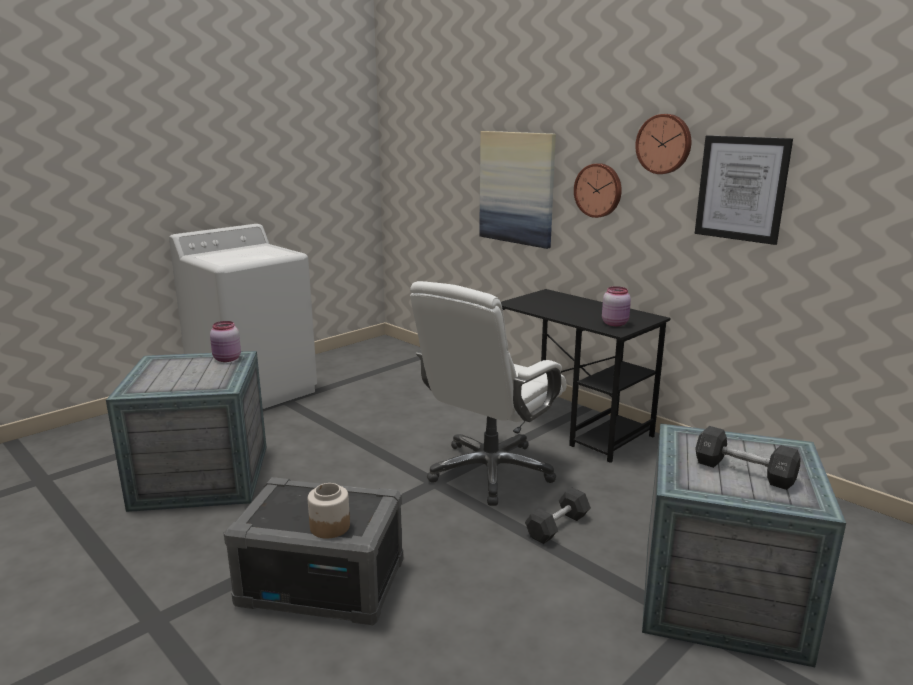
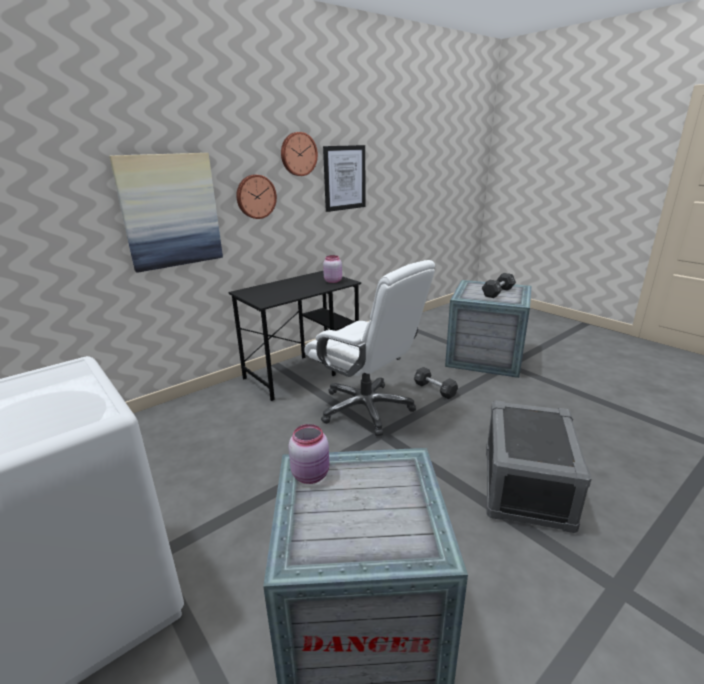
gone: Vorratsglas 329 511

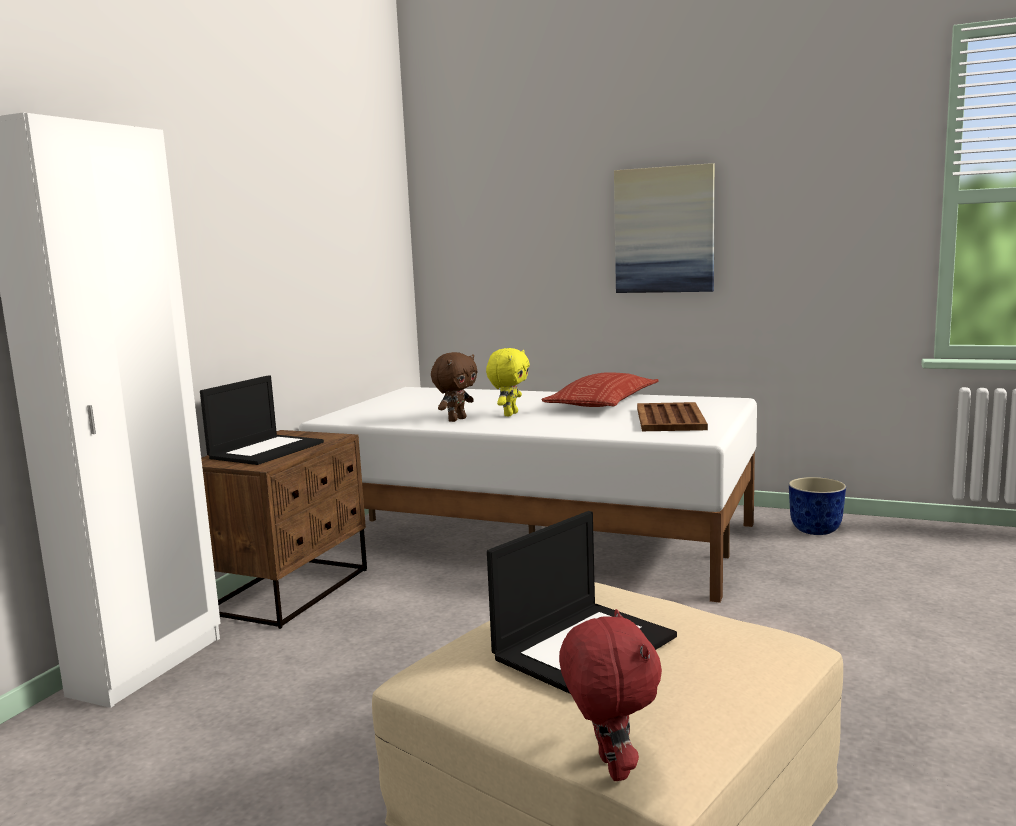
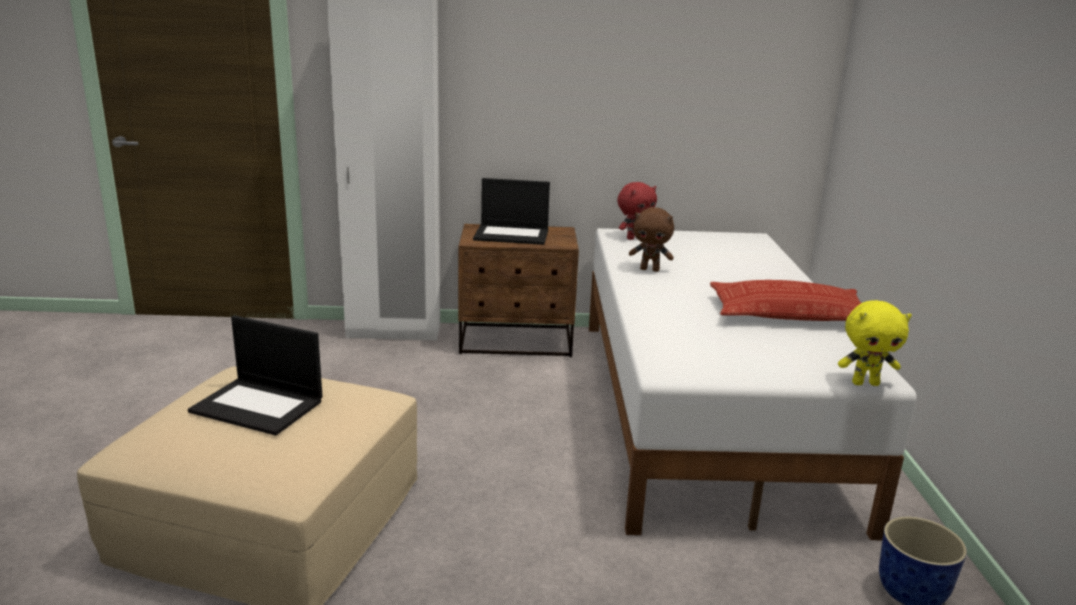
gone: Bild 664 228; Tablett (braun) 672 416
shifted: Plüschtier (gelb) 508 382 to 875 343; Plüschtier (rot) 610 695 to 637 211

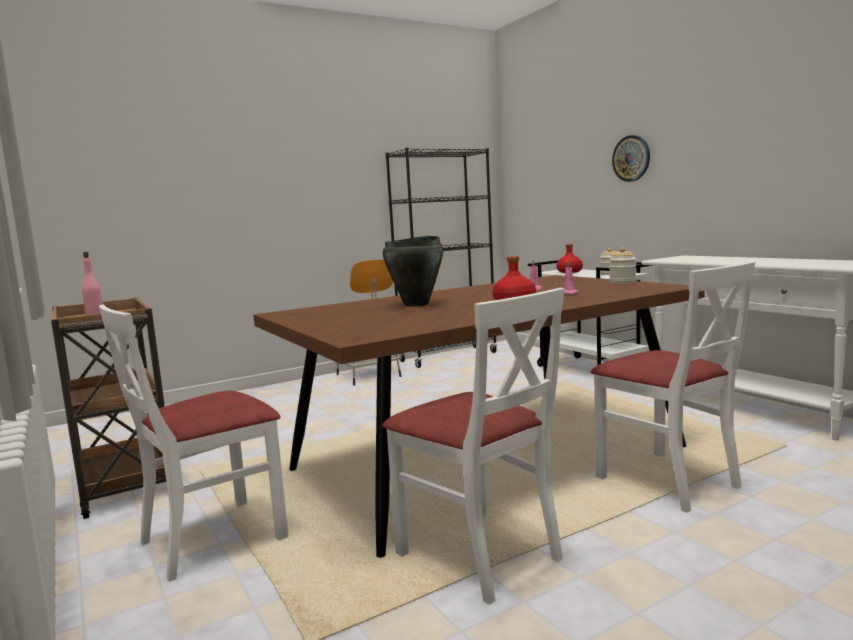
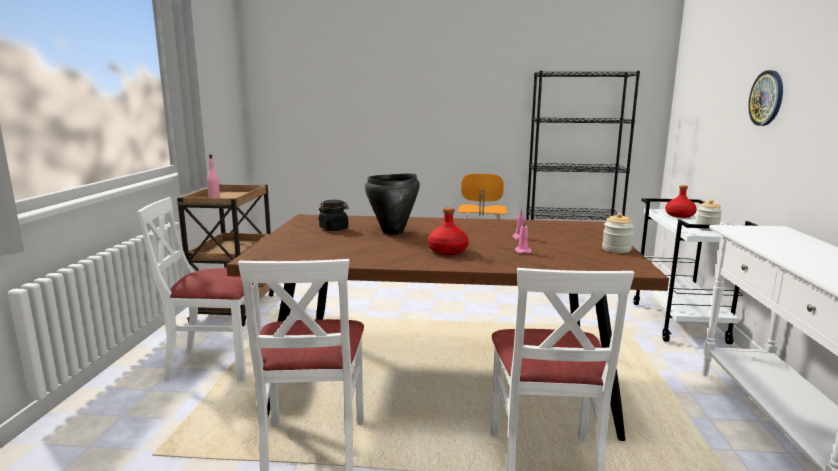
new: Vorratsglas (schwarz) 333 215

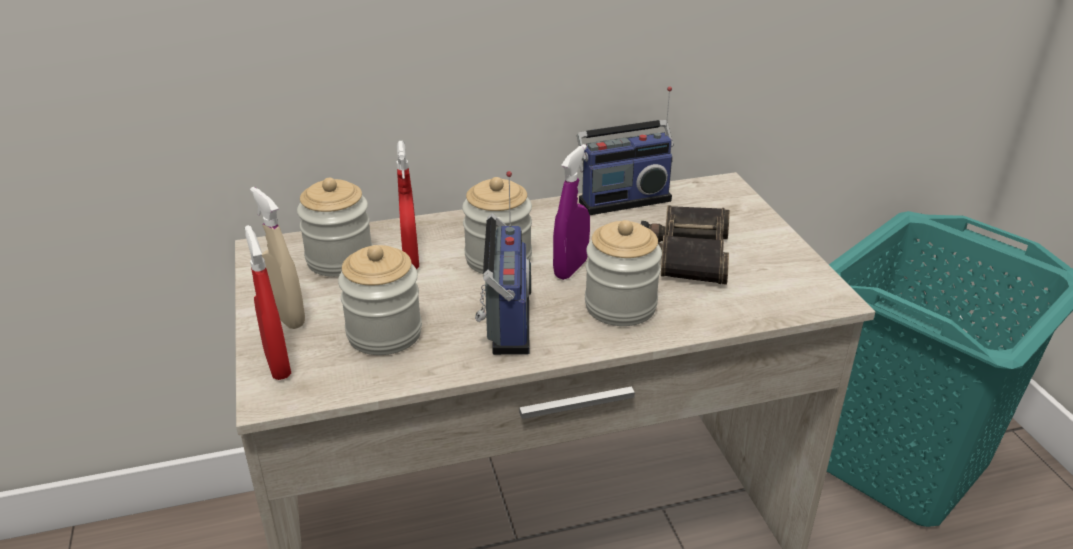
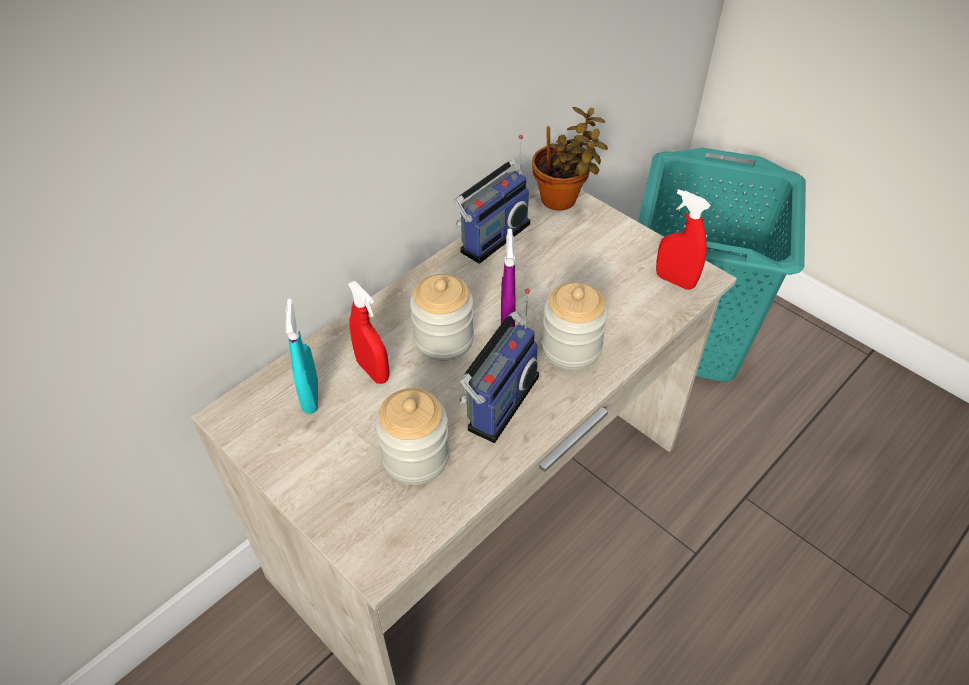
gone: Sprühflasche (beige) 277 258; Fernglas 685 245
new: Topfpflanze 570 159
shifted: Sprühflasche (rot) 268 302 to 683 239
swapped: Vorratsglas 335 227 to Sprühflasche (türkis) 302 356
rotated: Radio 503 263 = 499 365 60 degrees clockwise

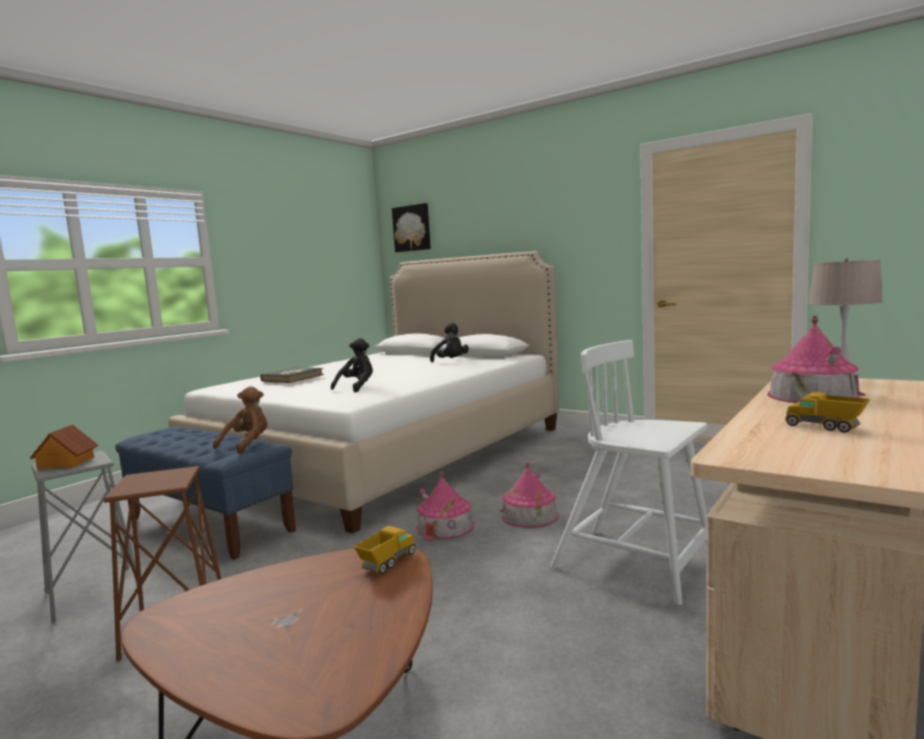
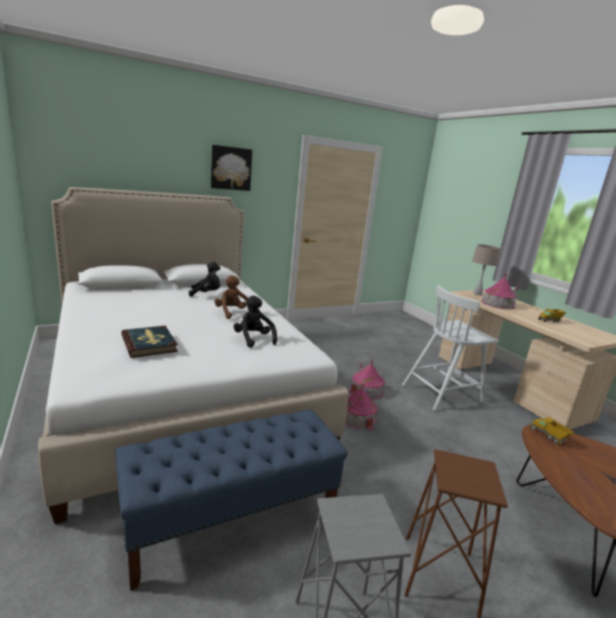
gone: Spielzeughaus 64 447
shifted: Plüschtier (braun) 240 420 to 232 297; Bild 411 227 to 231 168

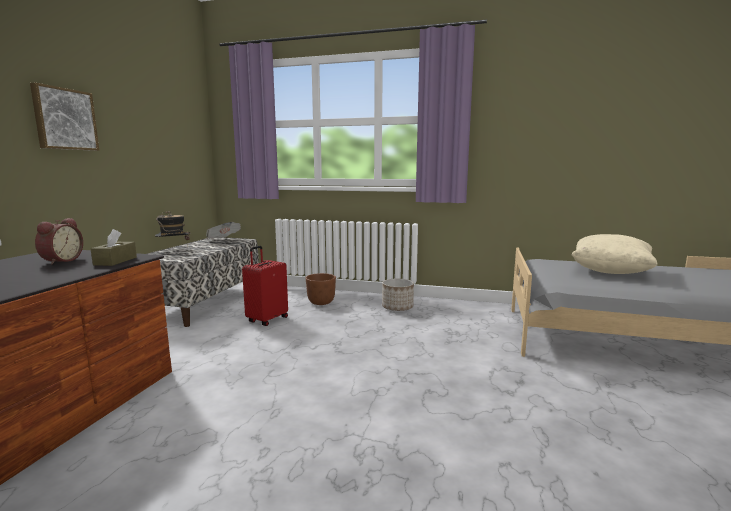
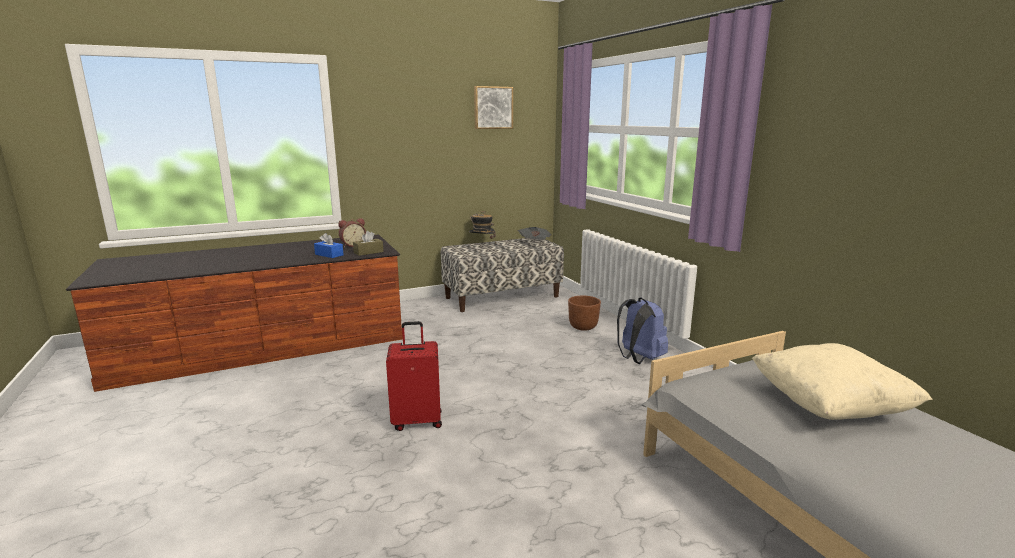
new: Taschentuchbox (blau) 329 245
shifted: Bild 64 117 to 493 107; Koffer (rot) 265 286 to 414 376
swapped: Pflanzkübel 398 295 to Rucksack (blau) 642 331

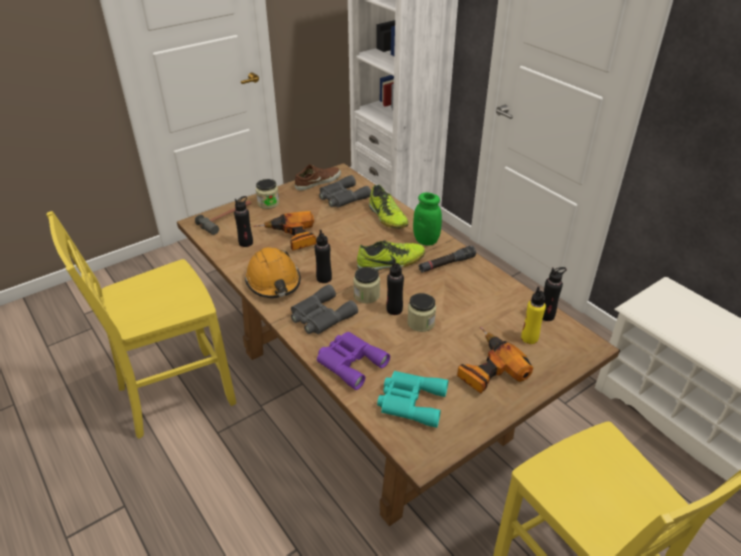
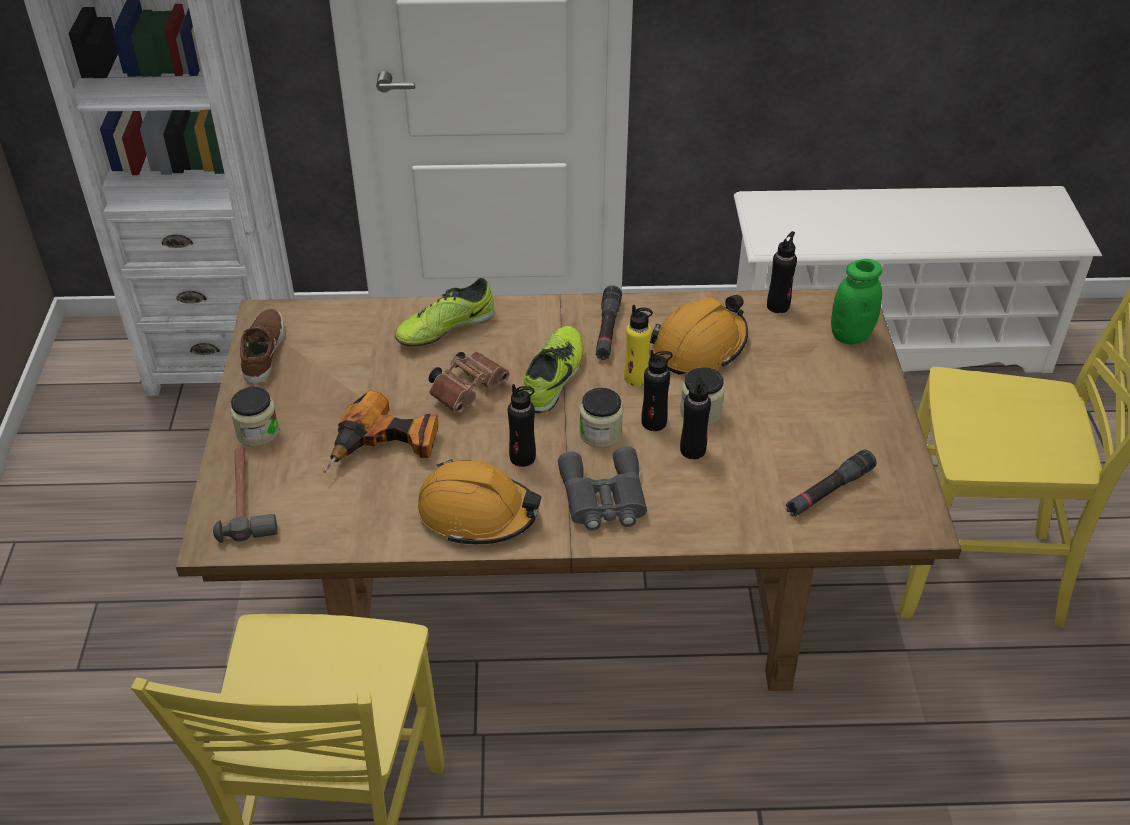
gone: Fernglas (lila) 353 361; Fernglas (grau) 345 191; Bohrmaschine 495 360
new: Fernglas (braun) 469 382; Schutzhelm (orange) 699 335
shifted: Flasche (schwarz) 243 221 to 695 415; Vorratsglas (grün) 427 219 to 856 302; Flasche (gelb) 533 315 to 638 345
swapped: Fernglas (türkis) 412 399 to Taschenlampe (schwarz) 831 483
rotated: Schuh 389 207 = 444 311 135 degrees clockwise

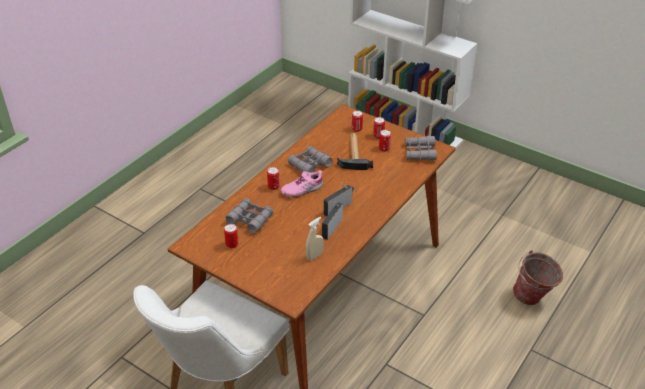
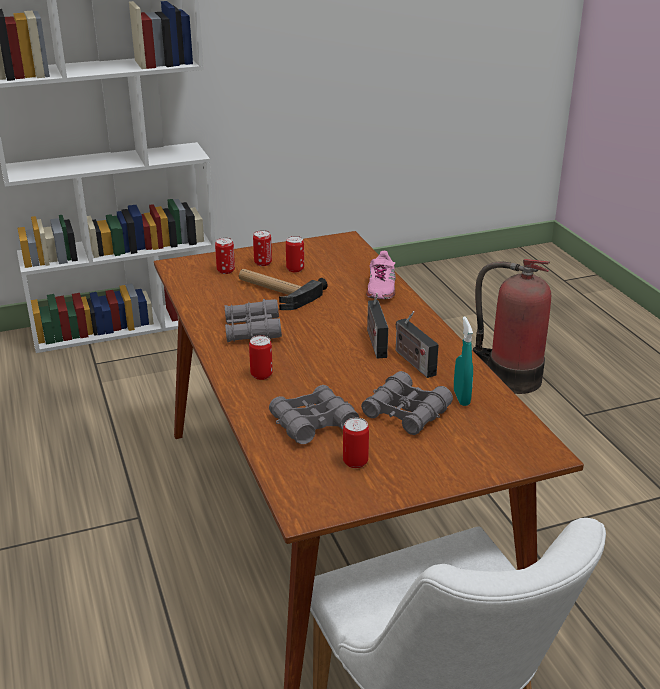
shifted: Schuh (rosa) 302 184 to 381 275; Fernglas (grau) 421 148 to 407 403
swapped: Eimer 538 277 to Feuerlöscher 512 326
repainted: Sprühflasche (beige) 315 239 to Sprühflasche (türkis) 463 361

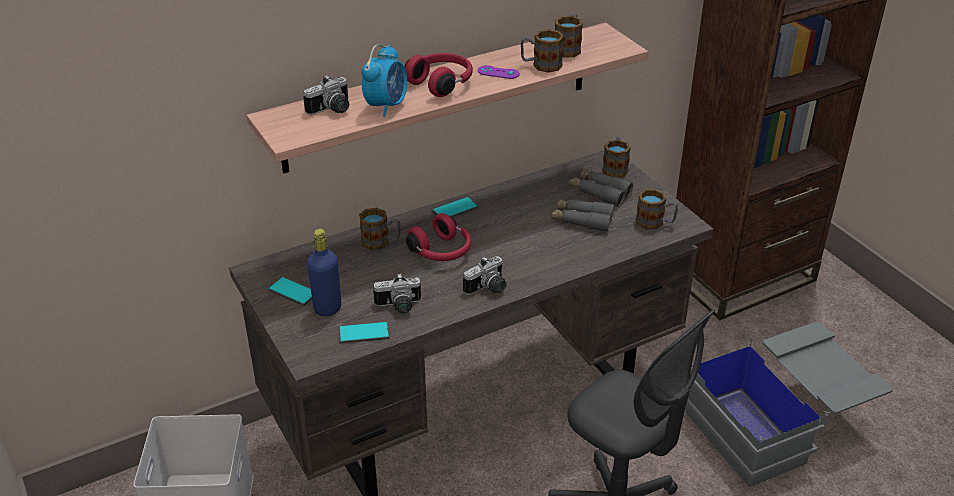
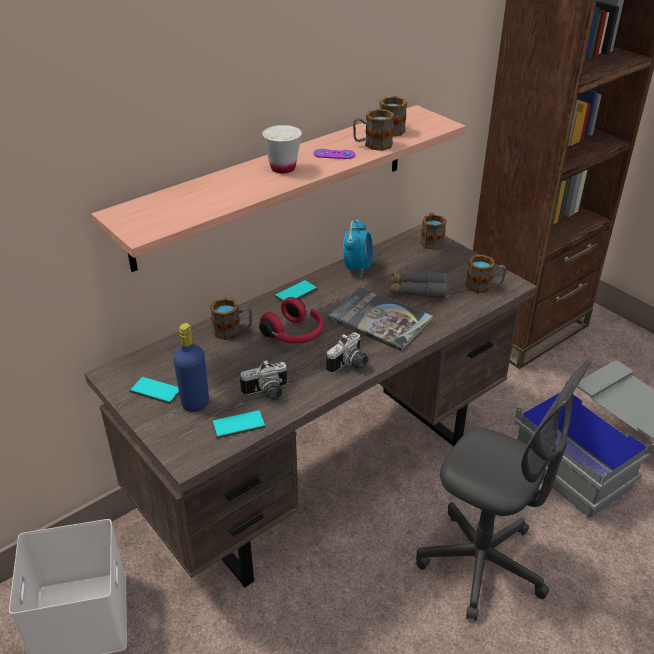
gone: Kamera 326 95; Fernglas (grau) 601 188
new: Buch 380 319
shifted: Wecker 384 80 to 358 248
swapped: Kopfhörer (rot) 438 75 to Tasse (weiß) 282 149

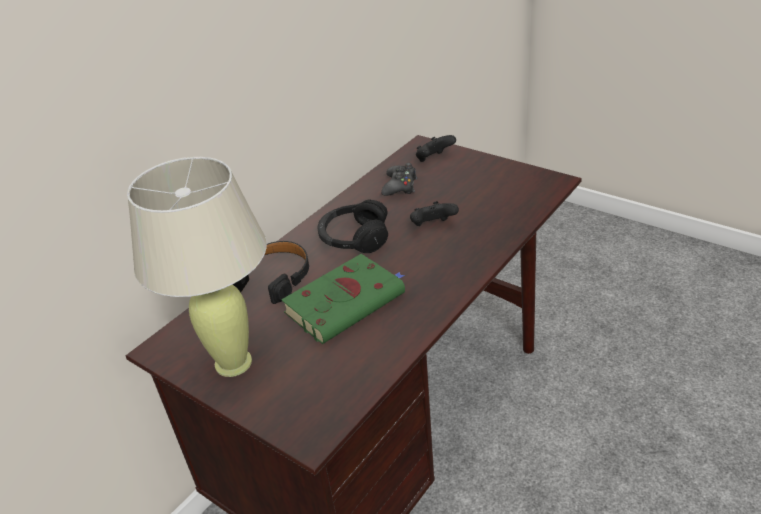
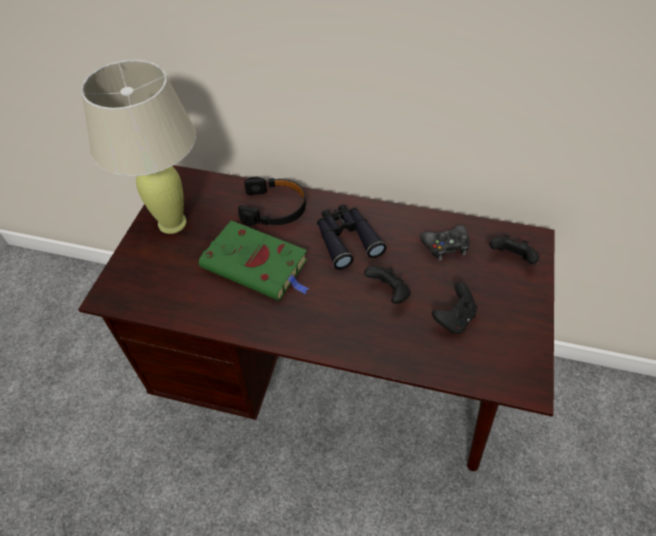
new: Gamepad (schwarz) 454 308
swapped: Kopfhörer (schwarz) 352 226 to Fernglas (schwarz) 352 237

